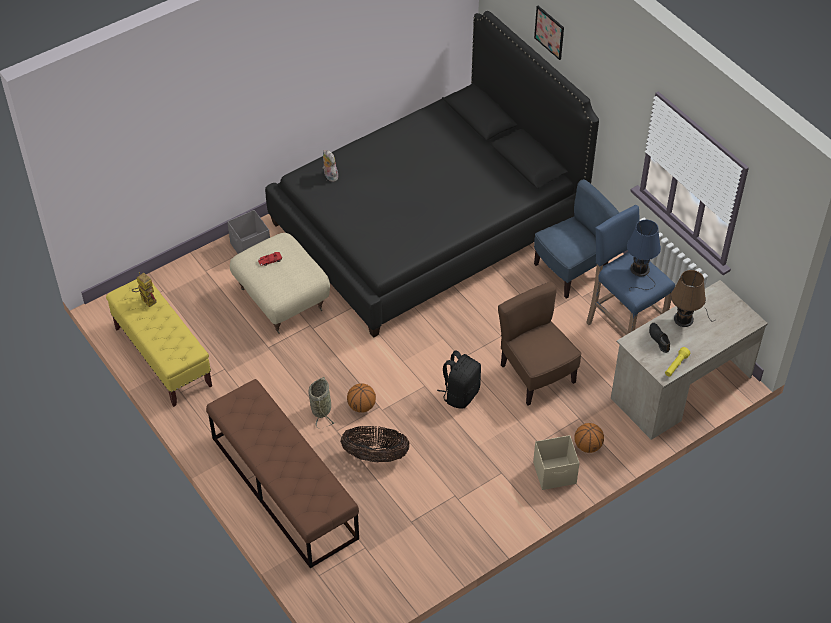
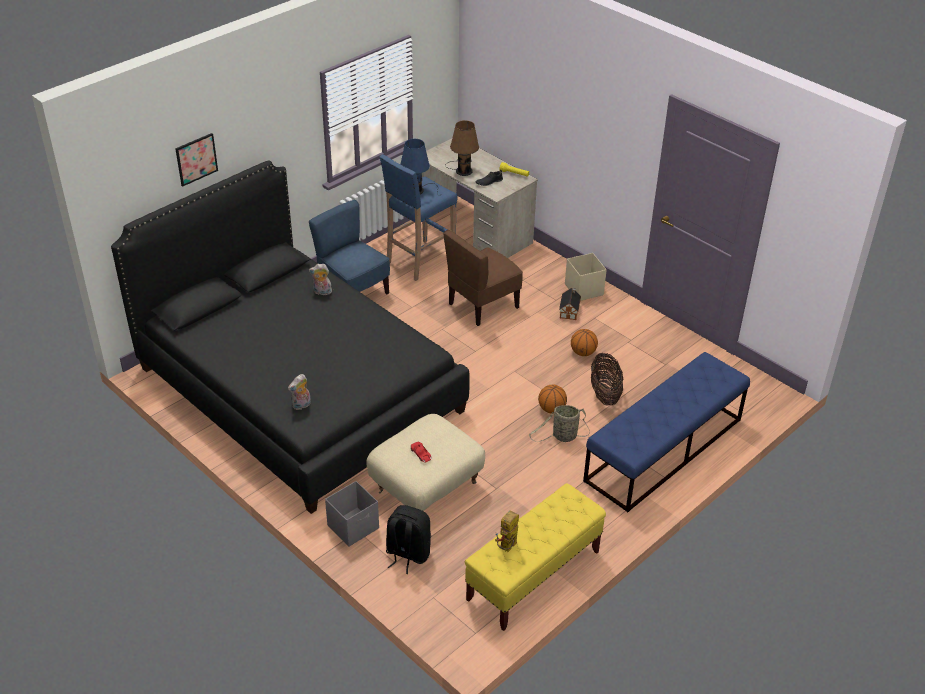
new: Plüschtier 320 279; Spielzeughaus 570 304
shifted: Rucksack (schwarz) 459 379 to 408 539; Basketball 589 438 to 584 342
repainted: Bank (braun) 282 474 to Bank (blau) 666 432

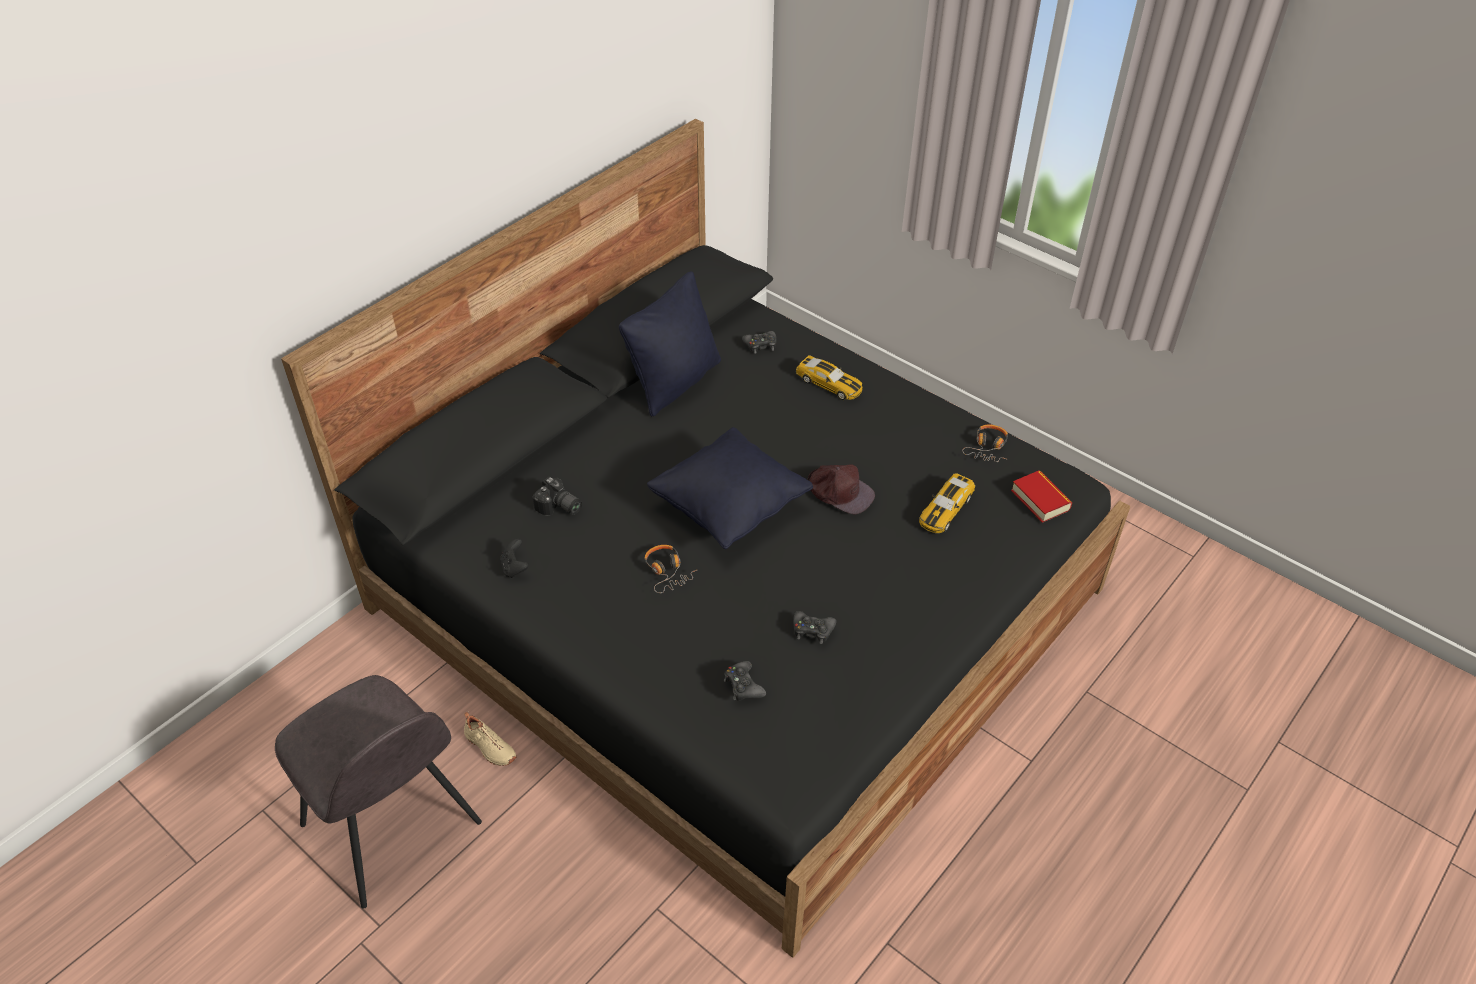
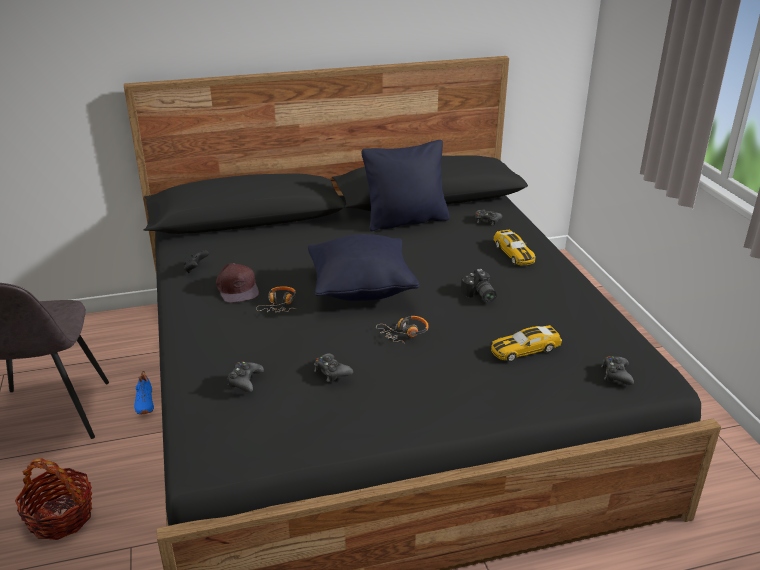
new: Korb 54 499
shifted: Kamera 557 496 to 479 285; Kappe (braun) 841 489 to 237 283; Kopfhörer 985 443 to 402 329
swapped: Buch 1041 497 to Gamepad (schwarz) 617 370
repainted: Schuh (beige) 490 739 to Schuh (blau) 144 392

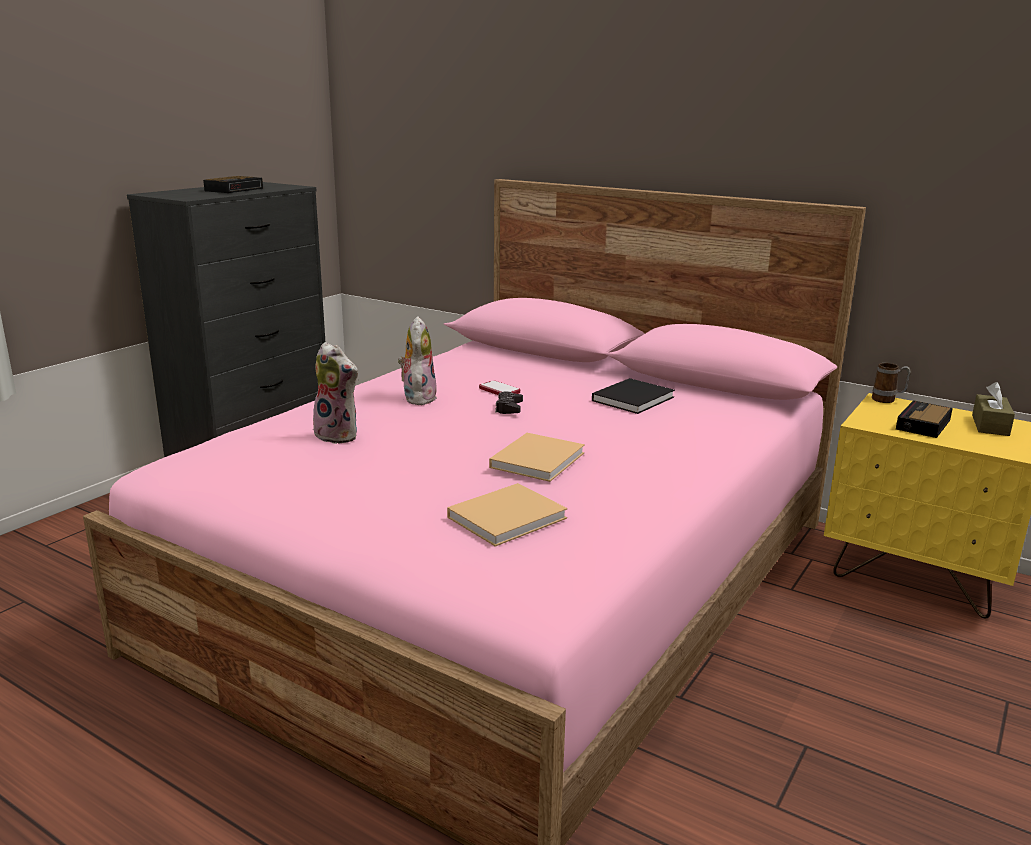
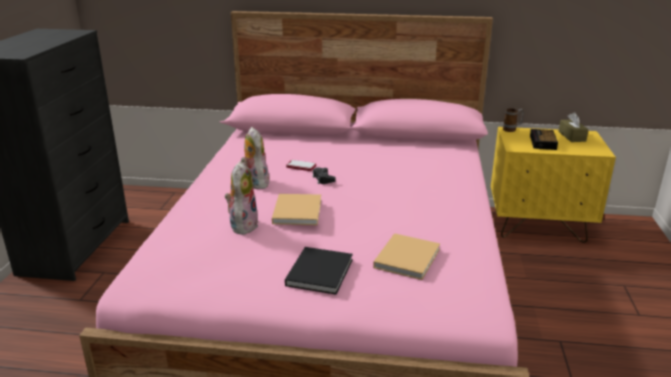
gone: Wecker 233 184
shifted: Buch (beige) 537 457 to 296 209; Buch (schwarz) 633 396 to 319 271
rotated: Plüschtier 336 393 = 242 198 90 degrees counterclockwise

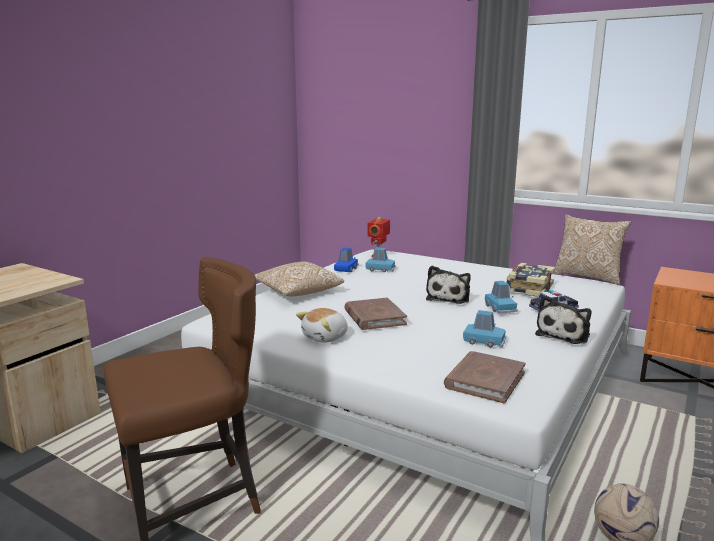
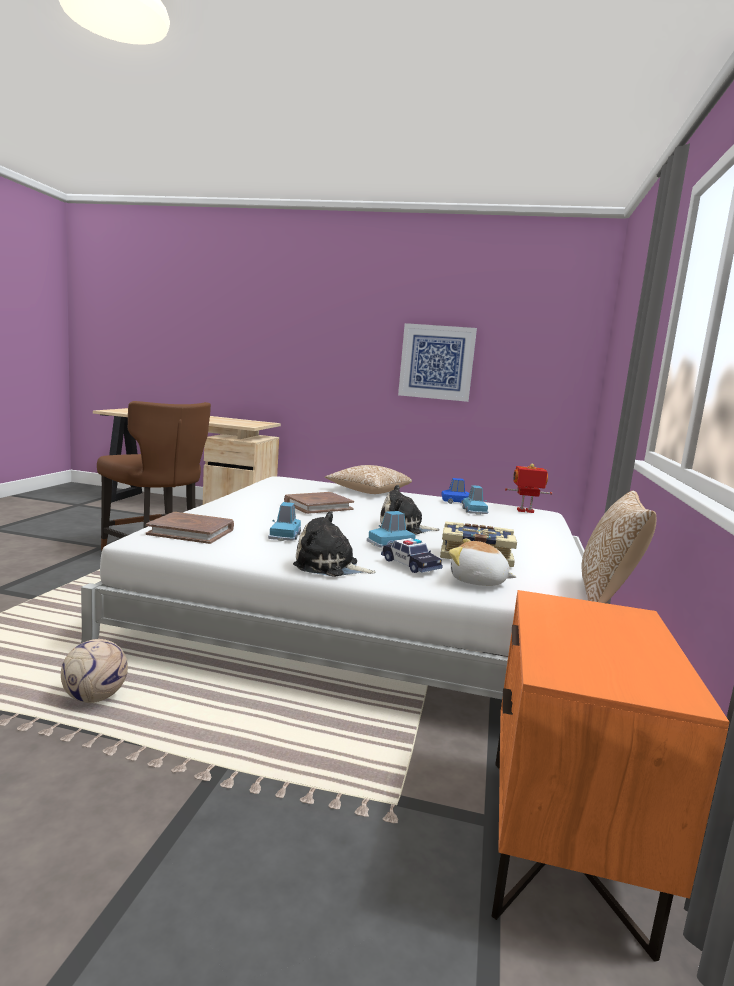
new: Bild 437 362
shifted: Plüschtier 322 325 to 482 562

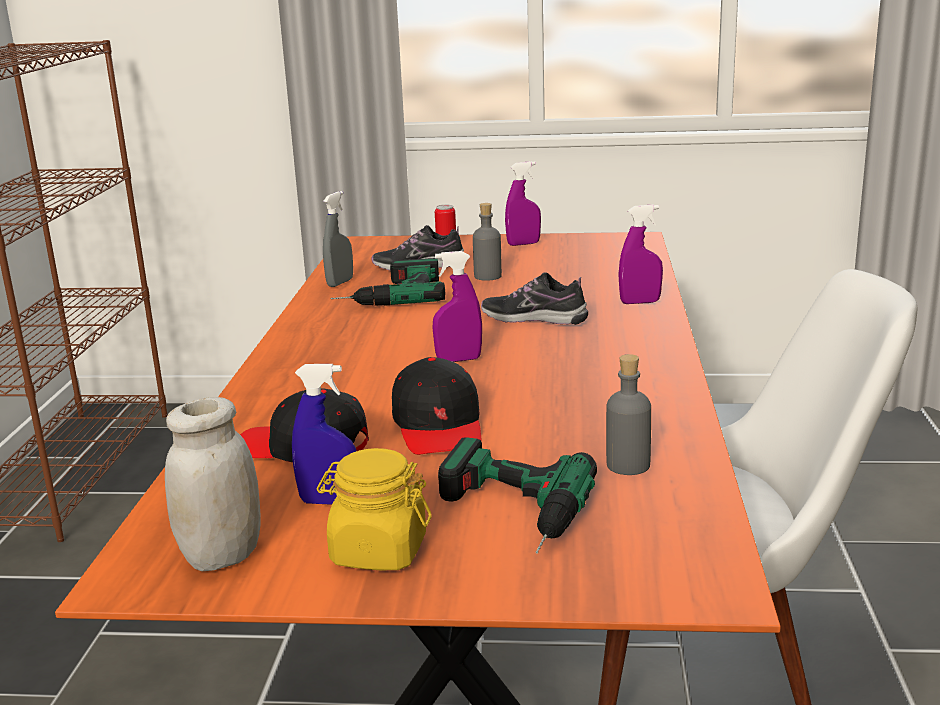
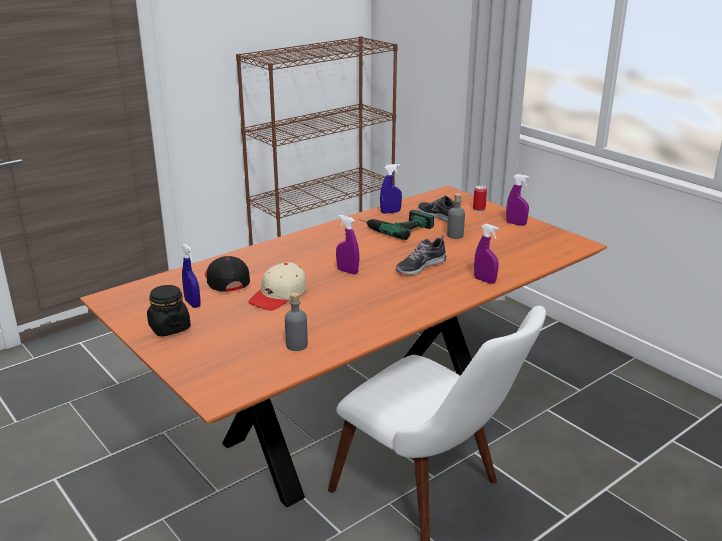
gone: Vorratsglas (weiß) 213 484; Bohrmaschine 517 495
repainted: Vorratsglas (gelb) 374 509 to Vorratsglas (schwarz) 169 311; Sprühflasche (grau) 338 239 to Sprühflasche (blau) 391 189; Kappe (schwarz) 436 406 to Kappe (beige) 277 286
rotated: Schuh 534 298 = 420 255 105 degrees counterclockwise

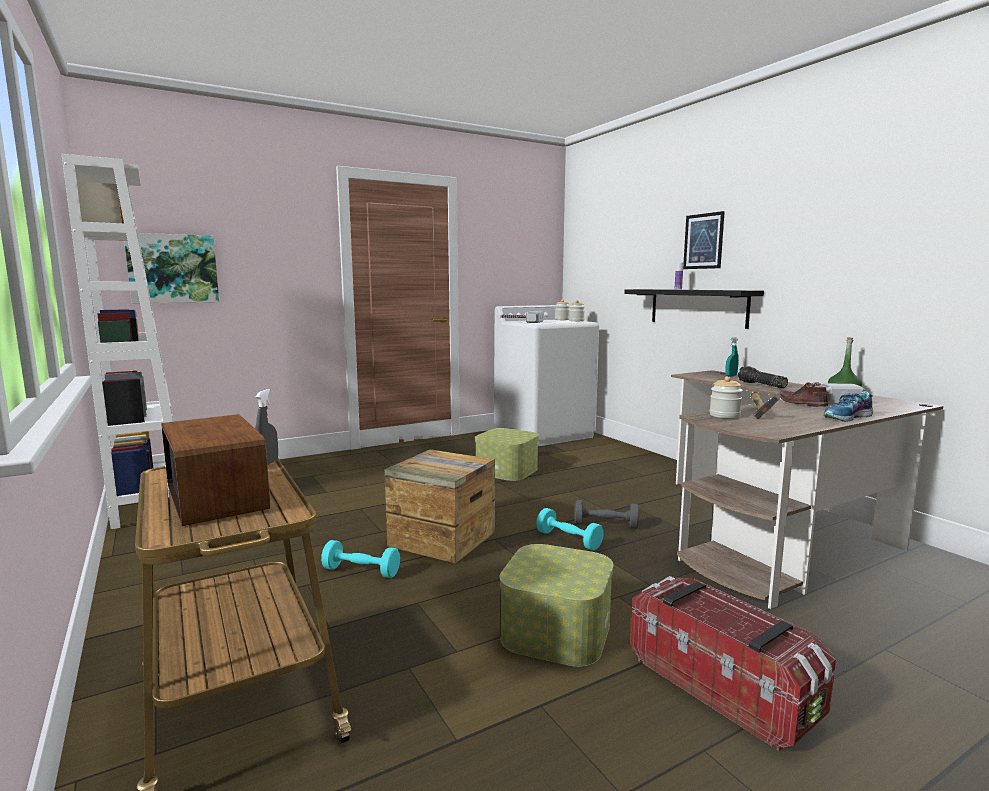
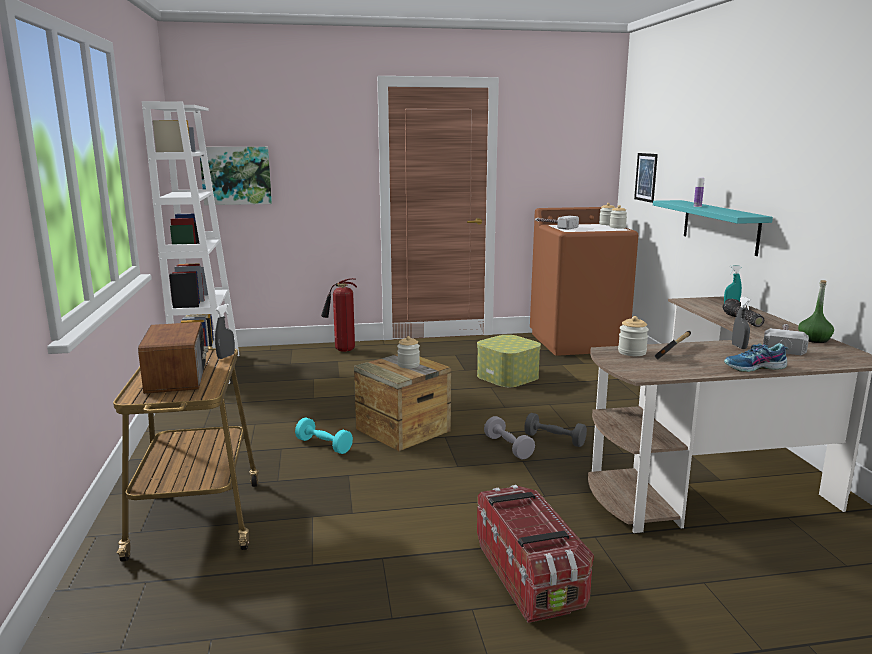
gone: Aufbewahrungsbox 556 605
new: Feuerlöscher 339 315; Vorratsglas 408 352
shifted: Bild 704 240 to 646 178
swapped: Schuh (braun) 803 395 to Sprühflasche (grau) 741 323
repainted: Waschmaschine (weiß) 546 375 to Waschmaschine (braun) 584 281; Hantel (türkis) 570 529 to Hantel (grau) 509 437; Wandregal (schwarz) 694 309 to Wandregal (türkis) 713 228

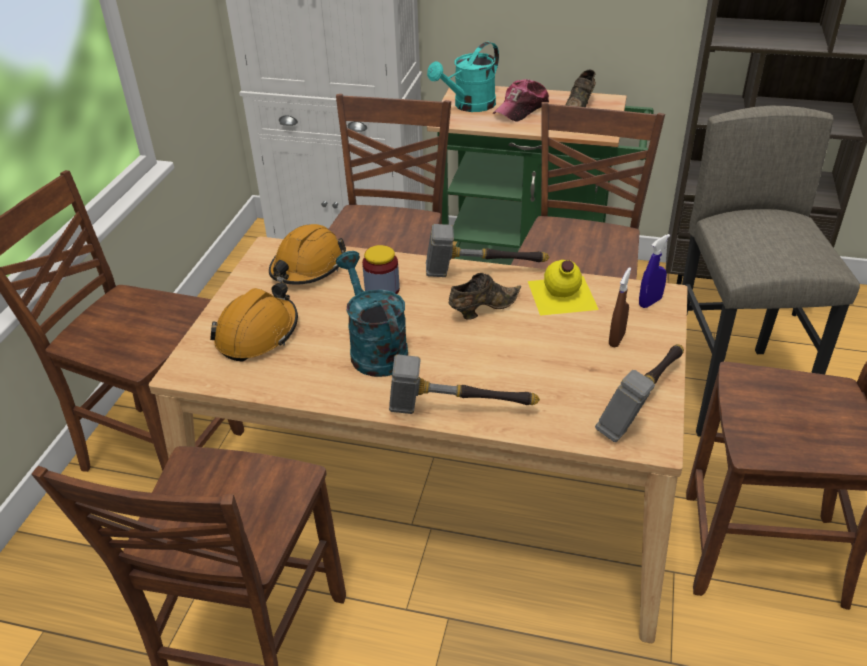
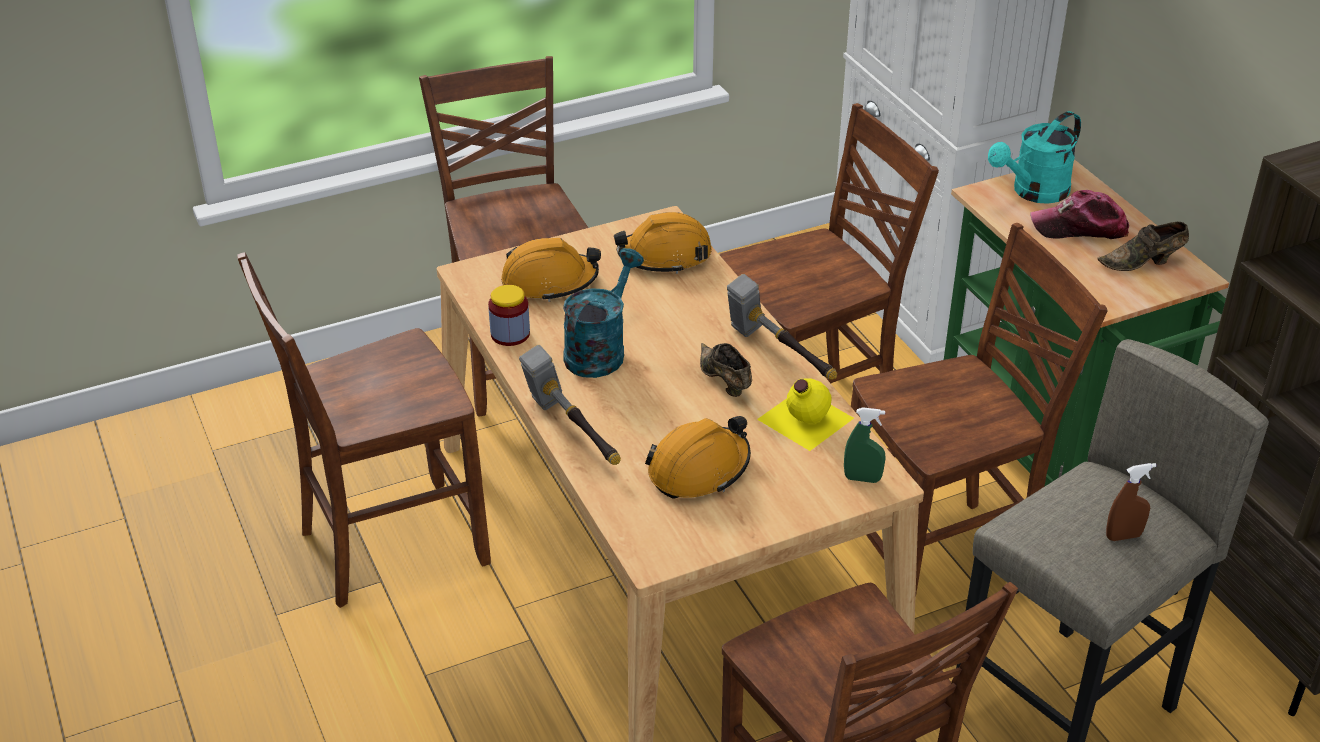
gone: Hammer 639 393
new: Schutzhelm (orange) 698 457
shifted: Vorratsglas 381 269 to 509 315; Sprühflasche (braun) 620 307 to 1131 502
repainted: Sprühflasche (blau) 654 271 to Sprühflasche (grün) 864 445
rotated: Gießkanne (türkis) 463 77 = 1034 157 45 degrees counterclockwise; Schuh (braun) 485 296 = 726 370 135 degrees counterclockwise

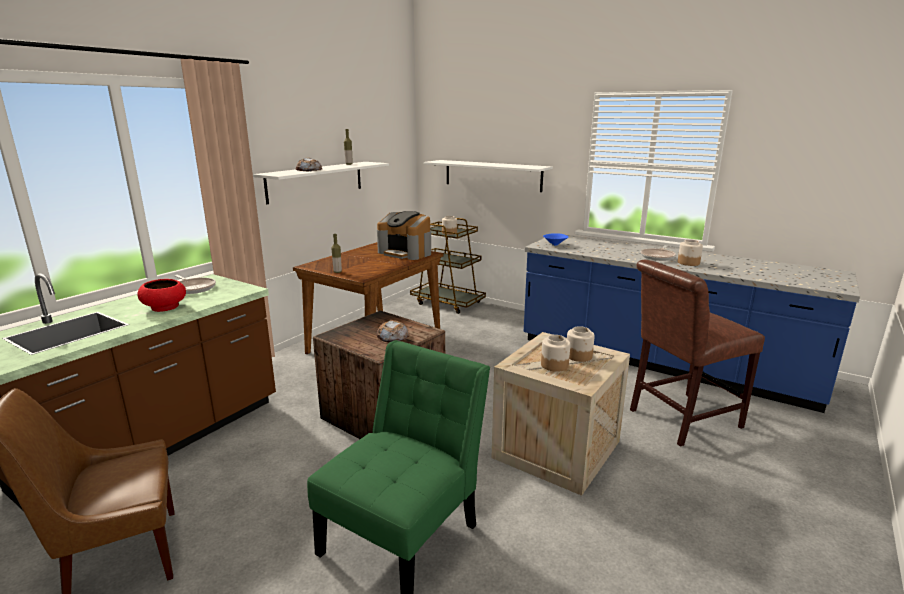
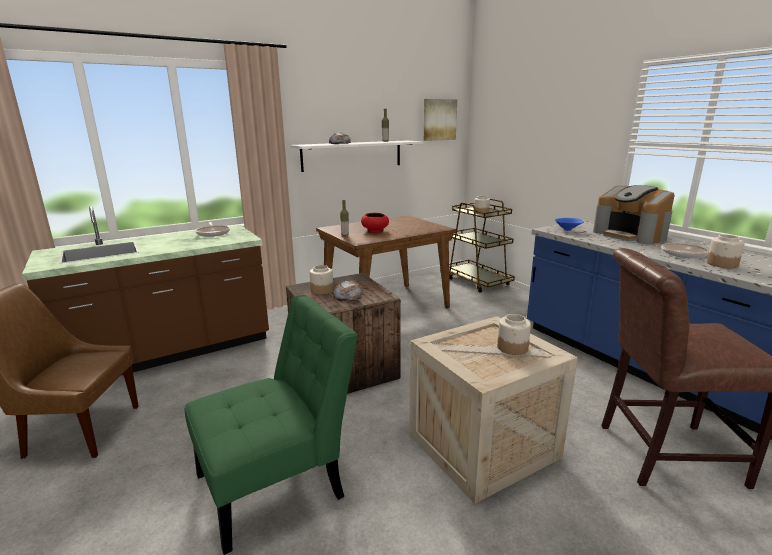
gone: Wandregal (weiß) 488 176
new: Bild 440 120
shifted: Schüssel (rot) 161 295 to 375 223; Kaffeemaschine 404 235 to 634 214; Vorratsglas 555 353 to 321 280

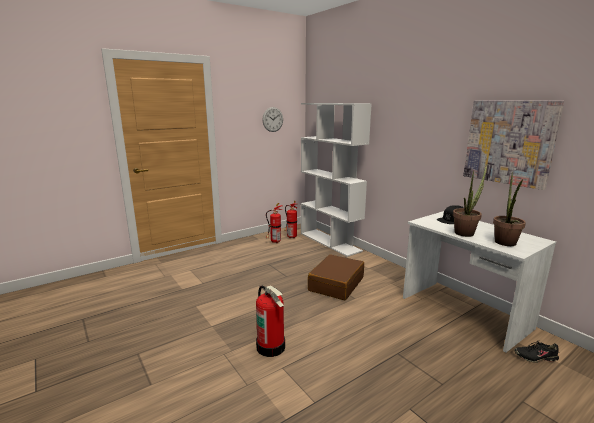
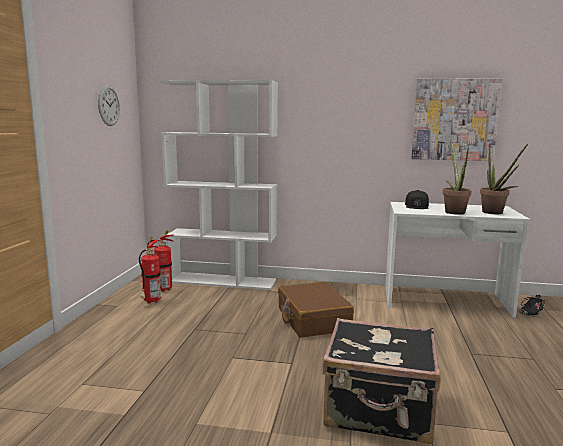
swapped: Feuerlöscher 270 321 to Koffer (schwarz) 381 381

